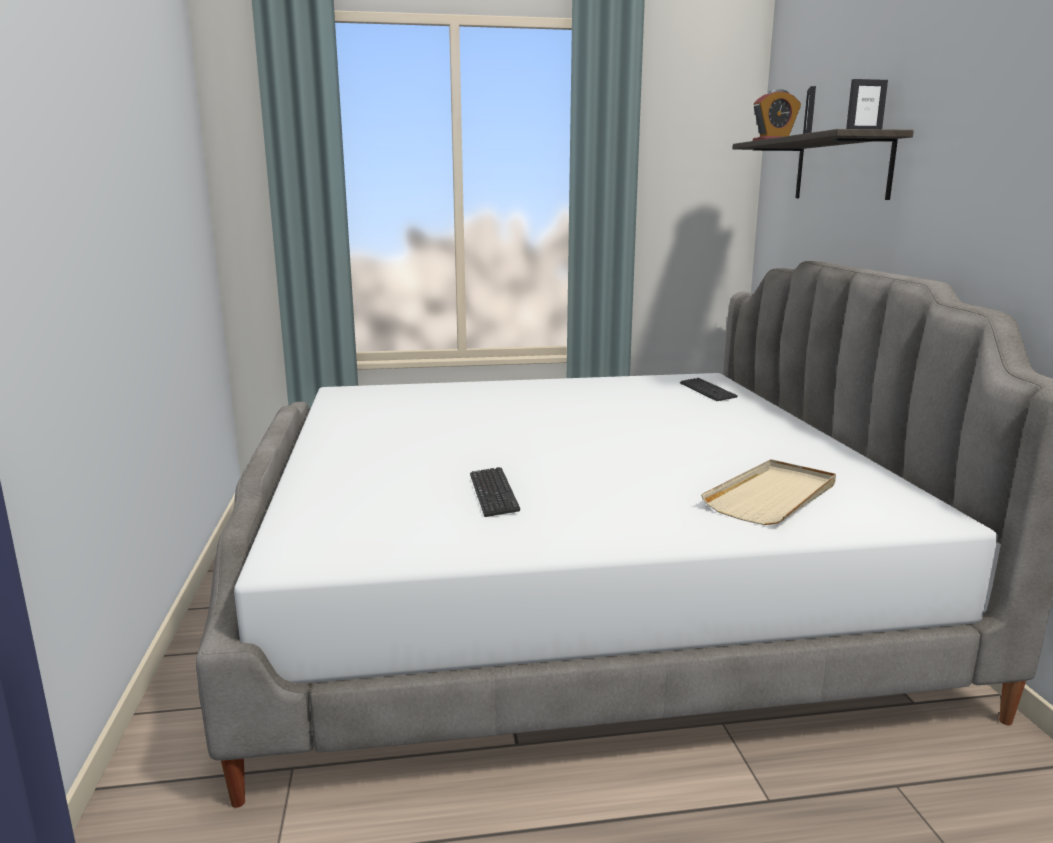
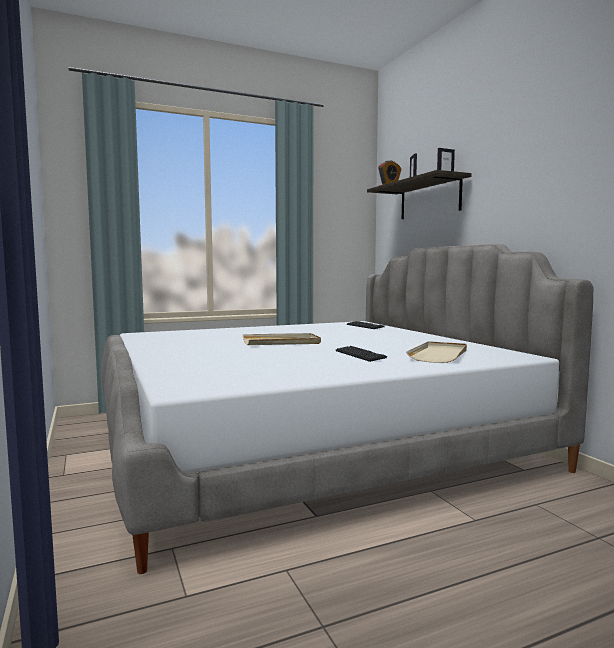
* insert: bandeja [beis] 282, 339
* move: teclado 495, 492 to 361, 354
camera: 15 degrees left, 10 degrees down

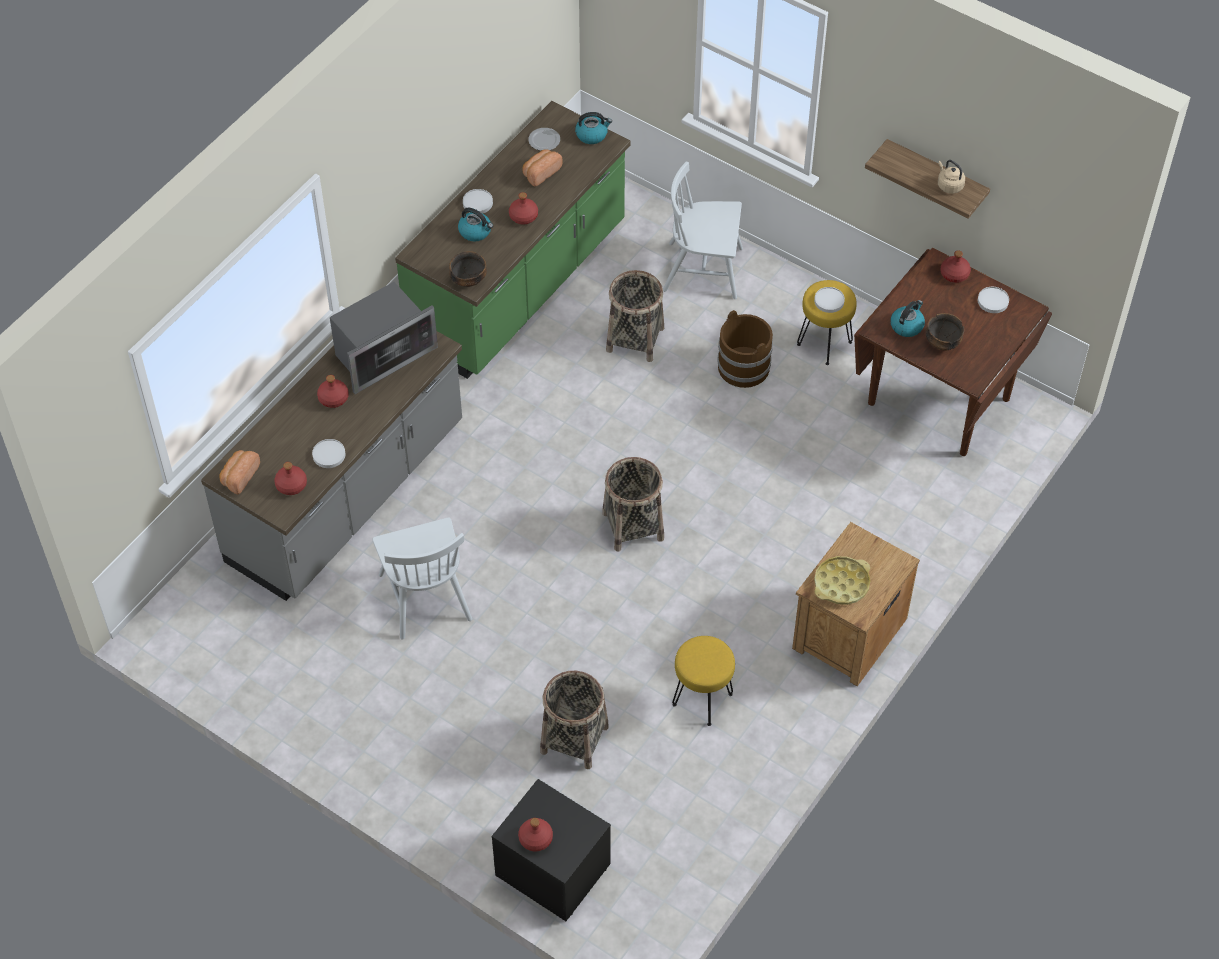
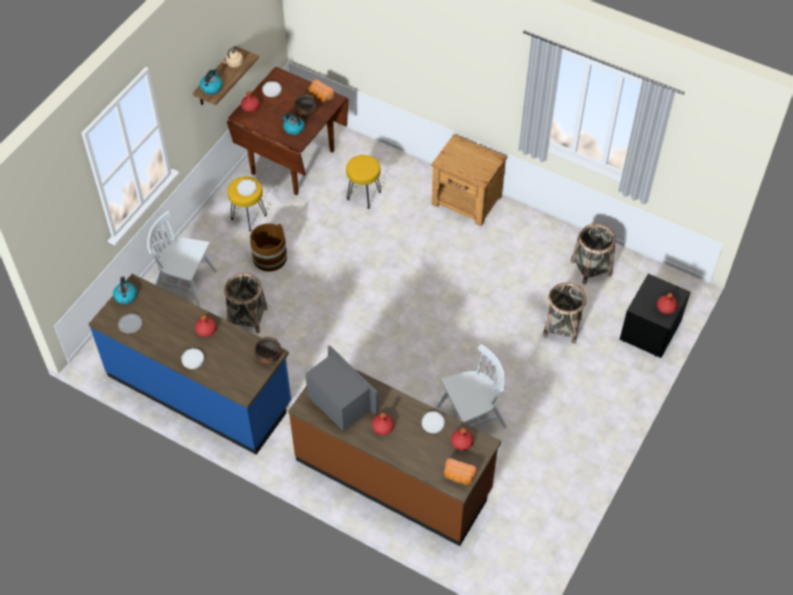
* delete: bandeja [amarillo] 842, 580
* move: hervidor 475, 225 to 211, 81
* move: pan 542, 167 to 321, 90
* move: cesta 633, 504 to 593, 254
* move: taburete [amarillo] 703, 681 to 363, 182
* recolor: mueble bajo de cocina [gris] 331, 466 to mueble bajo de cocina [marrón] 394, 457
* recolor: mueble bajo de cocina [verde] 513, 240 to mueble bajo de cocina [azul] 190, 364
* rotate: silla [blanco] 703, 230 = 182, 259 105 degrees clockwise
camera: 95 degrees left, 0 degrees up

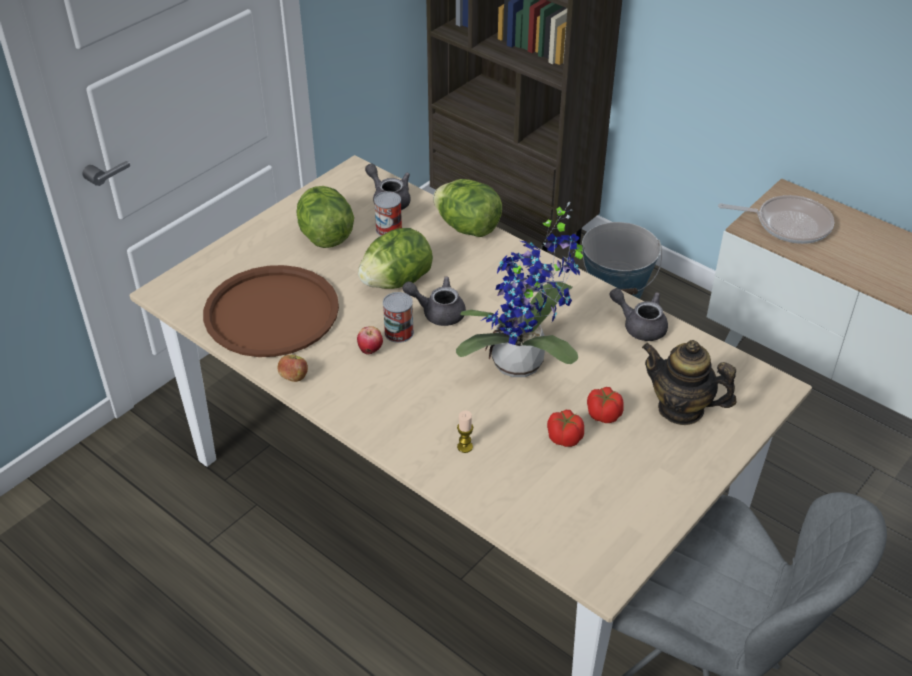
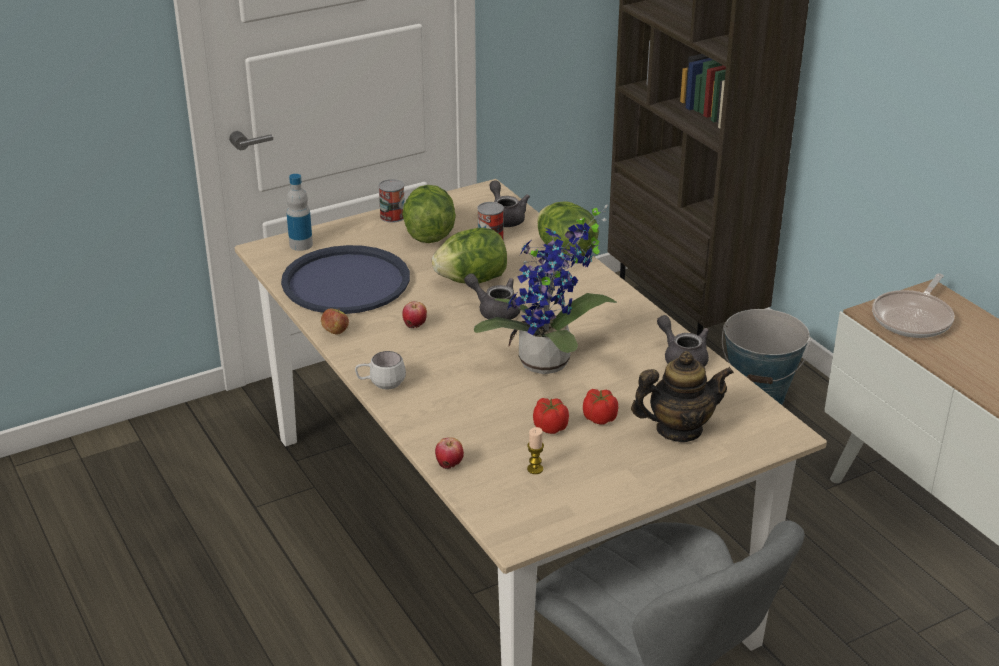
* insert: botella 299, 212
* insert: taza grande [blanco] 380, 370
* insert: manzana 449, 452
* move: lata 398, 317 to 391, 201
* move: vela 465, 432 to 535, 450
* recolor: bandeja [marrón] 271, 311 to bandeja [azul] 345, 279
* rotate: tetera 689, 382 = 682, 396 120 degrees clockwise
* rotate: sartén 776, 219 = 913, 305 90 degrees clockwise
camera: 20 degrees right, 10 degrees down

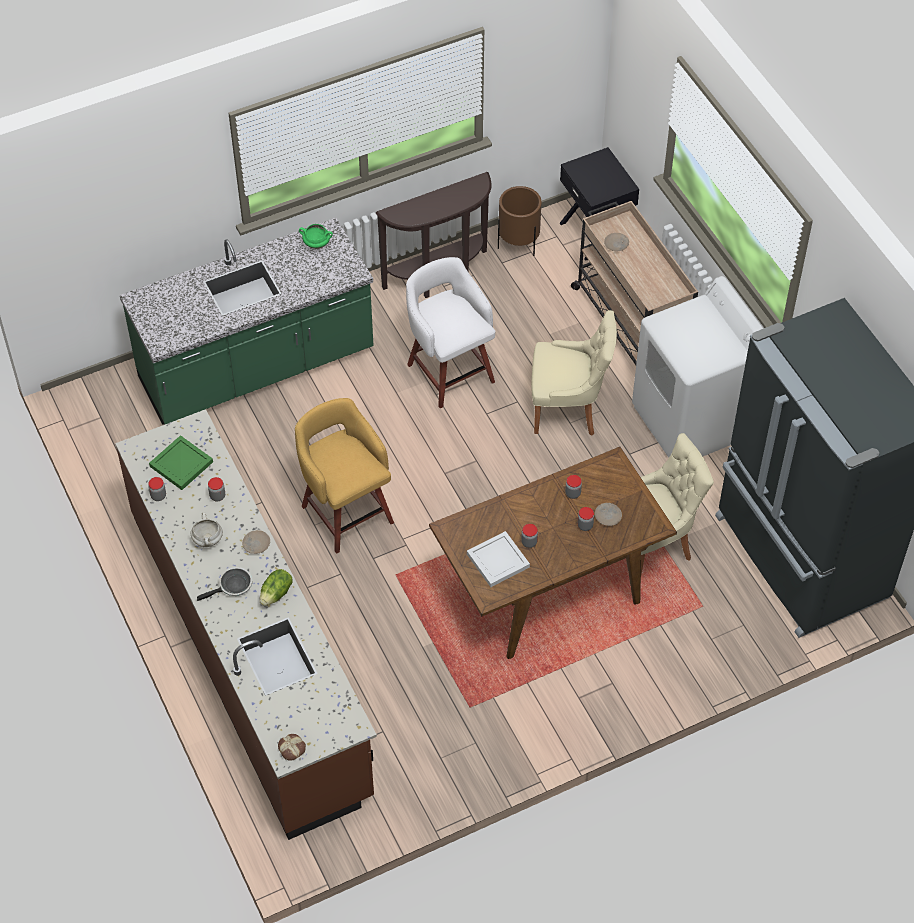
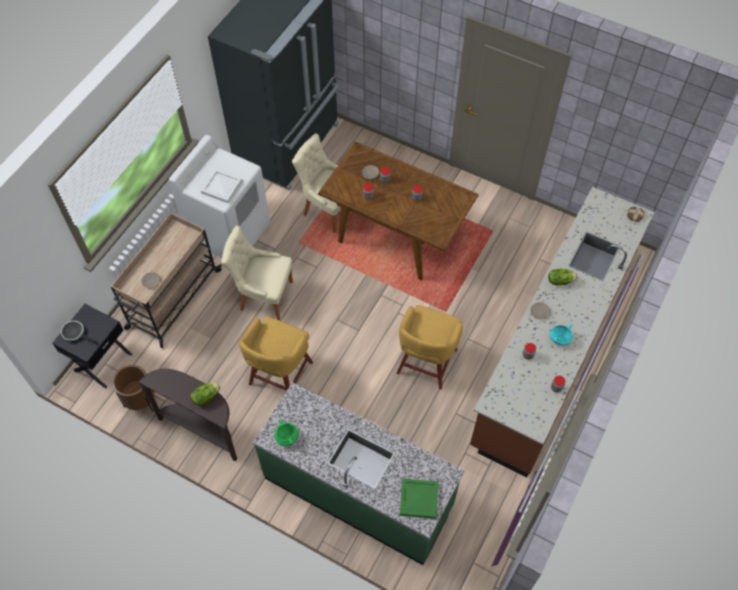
* insert: lechuga 205, 394
* move: bandeja [verde] 181, 462 to 419, 499
* move: sartén 224, 584 to 79, 332
* move: bandeja [blanco] 498, 559 to 221, 186
* recolor: olla [blanco] 207, 529 to olla [turquesa] 561, 334
* recolor: taburete [blanco] 450, 332 to taburete [amarillo] 276, 353
* rotate: silla [beis] 574, 373 = 257, 272 45 degrees counterclockwise
camera: 125 degrees left, 5 degrees up

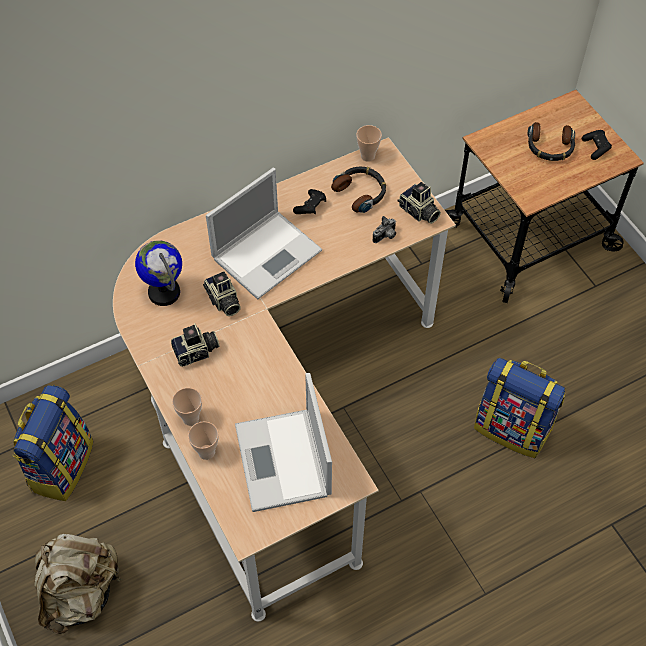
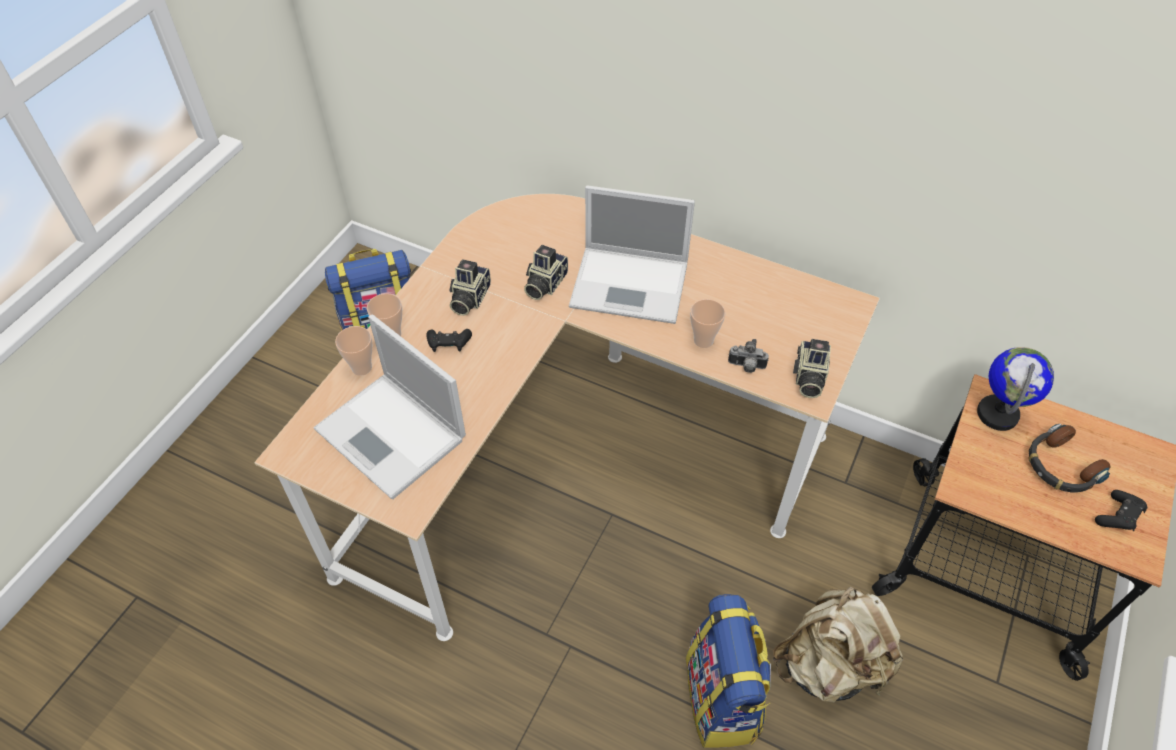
* delete: auriculares 358, 190
* move: mochila [beis] 78, 584 to 838, 644
* move: globo terráqueo 158, 273 to 1015, 389
* move: mando de consola [negro] 309, 201 to 449, 340
* move: taza 369, 143 to 707, 323
* rotate: cámara 195, 345 = 470, 287 75 degrees clockwise
* rotate: portátil 283, 442 = 389, 406 90 degrees counterclockwise
camera: 55 degrees right, 5 degrees down

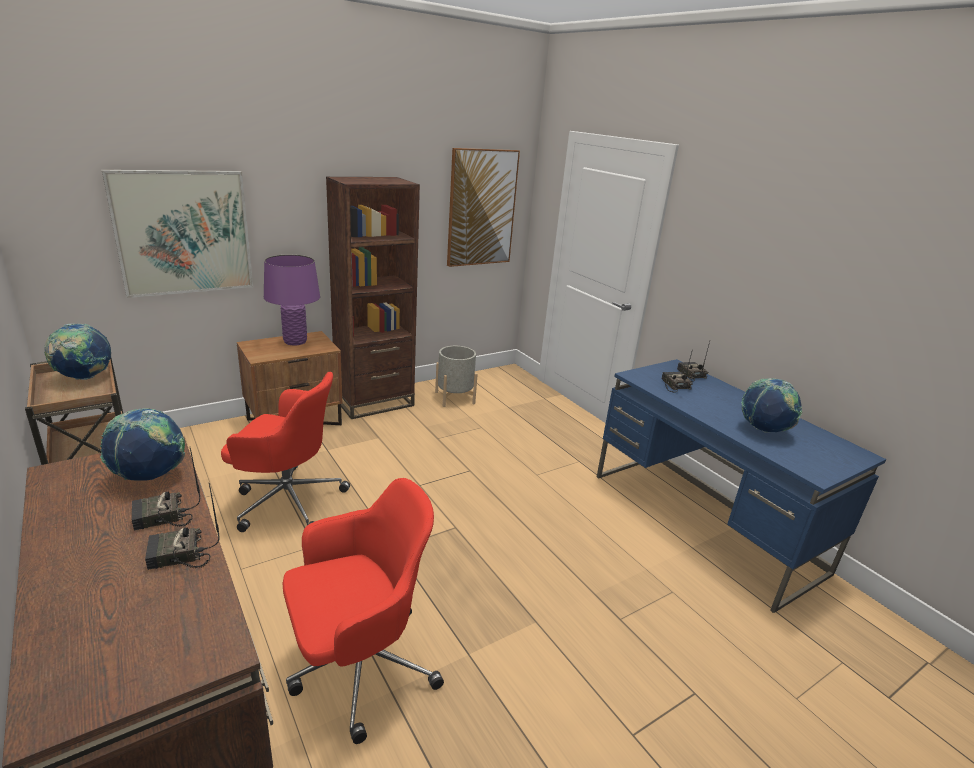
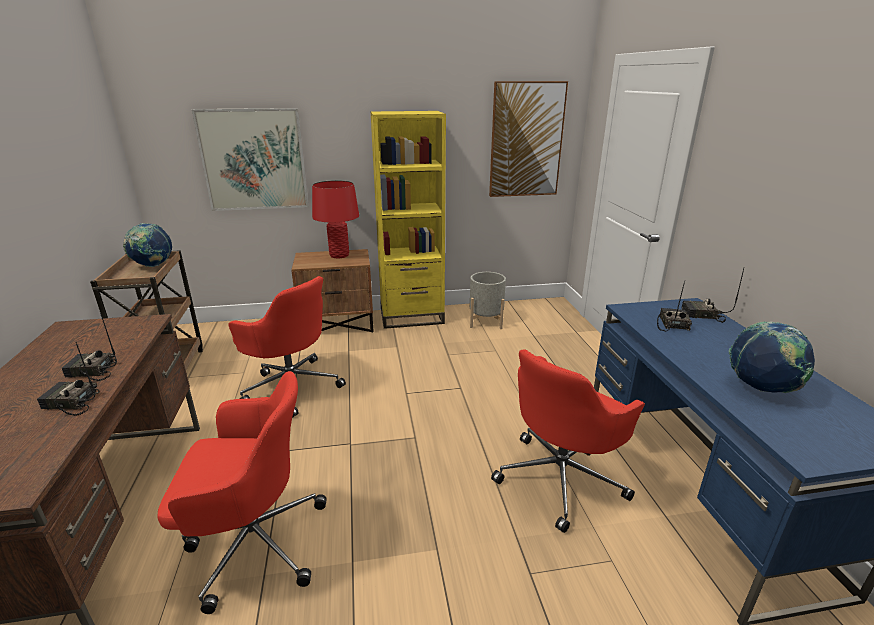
* delete: globo terráqueo 142, 444
* insert: silla de oficina [rojo] 568, 441
* recolor: lámpara de mesa [morado] 292, 300 to lámpara de mesa [rojo] 335, 219
* recolor: estantería [marrón] 373, 298 to estantería [amarillo] 408, 220
* rotate: radio 693, 361 = 713, 295 90 degrees counterclockwise
camera: 25 degrees right, 0 degrees up

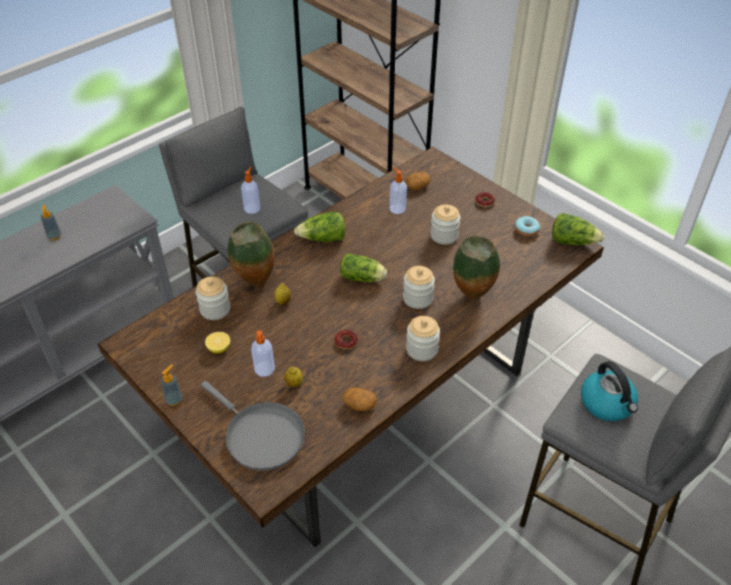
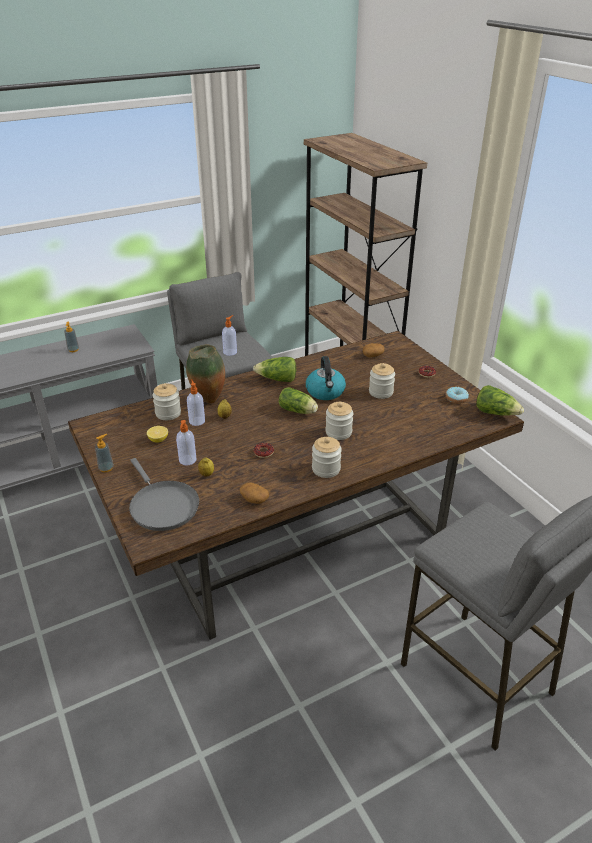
* delete: florero 476, 267
* move: dispensador de jabón 398, 190 to 196, 402
* move: hervidor 609, 391 to 326, 378
camera: 15 degrees right, 10 degrees down

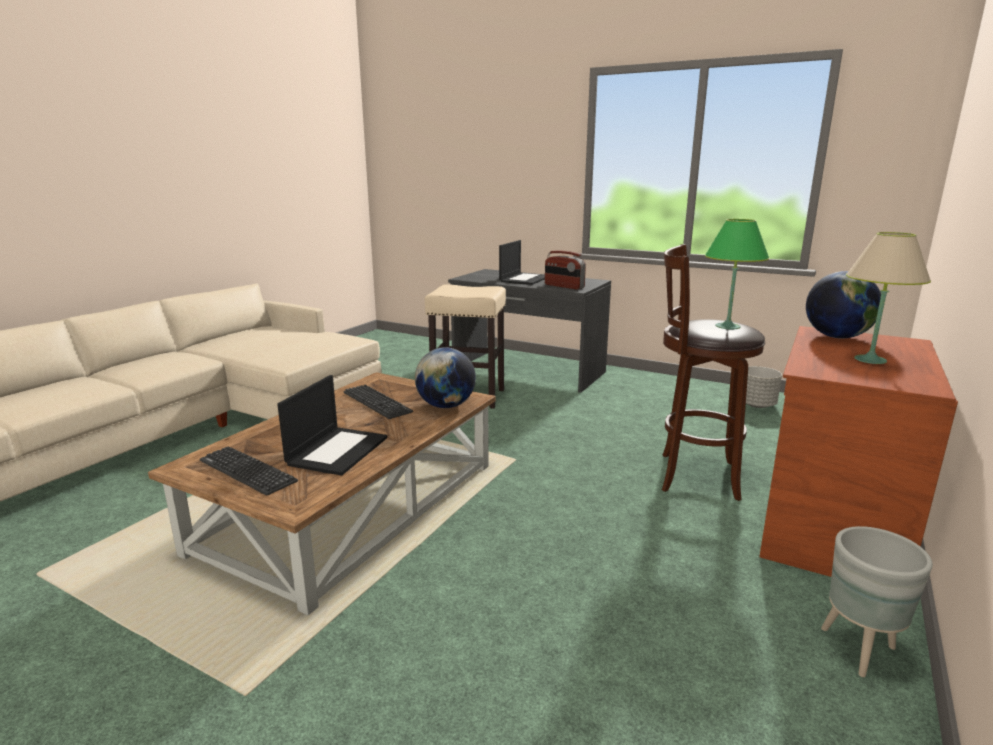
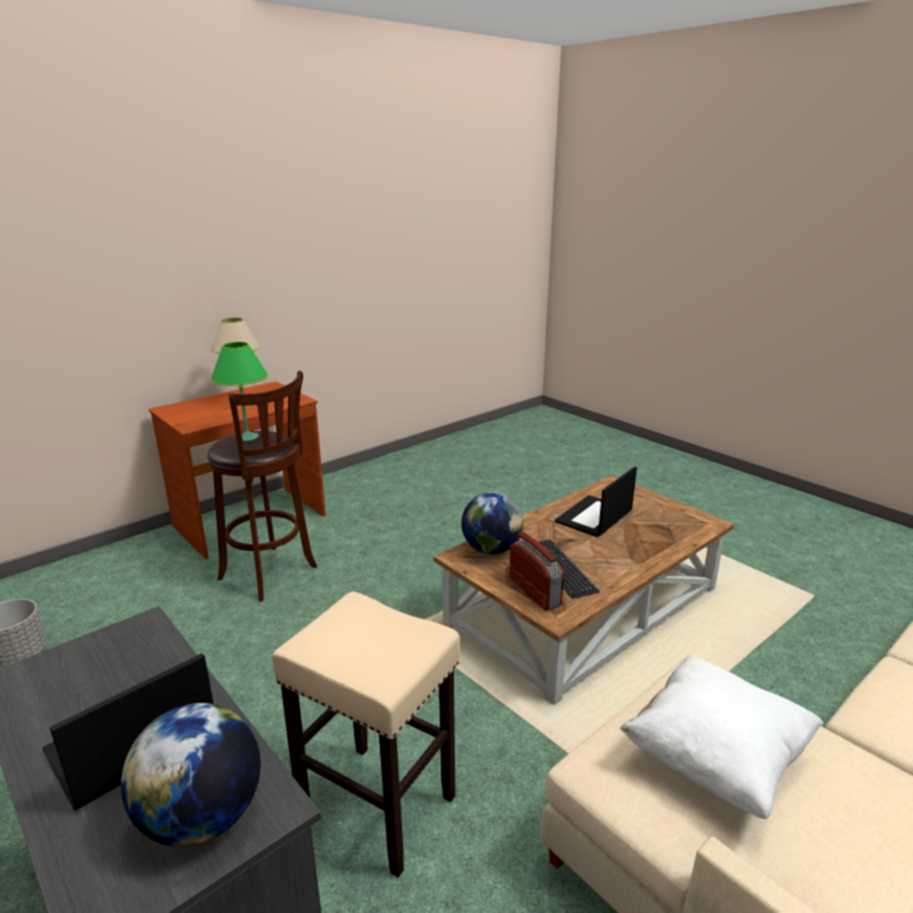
* delete: teclado 249, 471
* delete: maceta [gris] 877, 601
* insert: cojín [blanco] 721, 737
* move: radio 565, 270 to 536, 571
* move: globo terráqueo 843, 304 to 191, 775
camera: 160 degrees left, 5 degrees up

